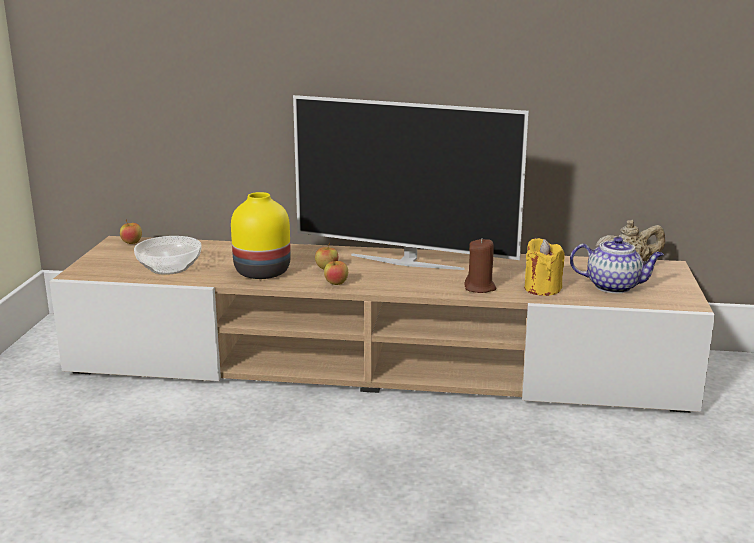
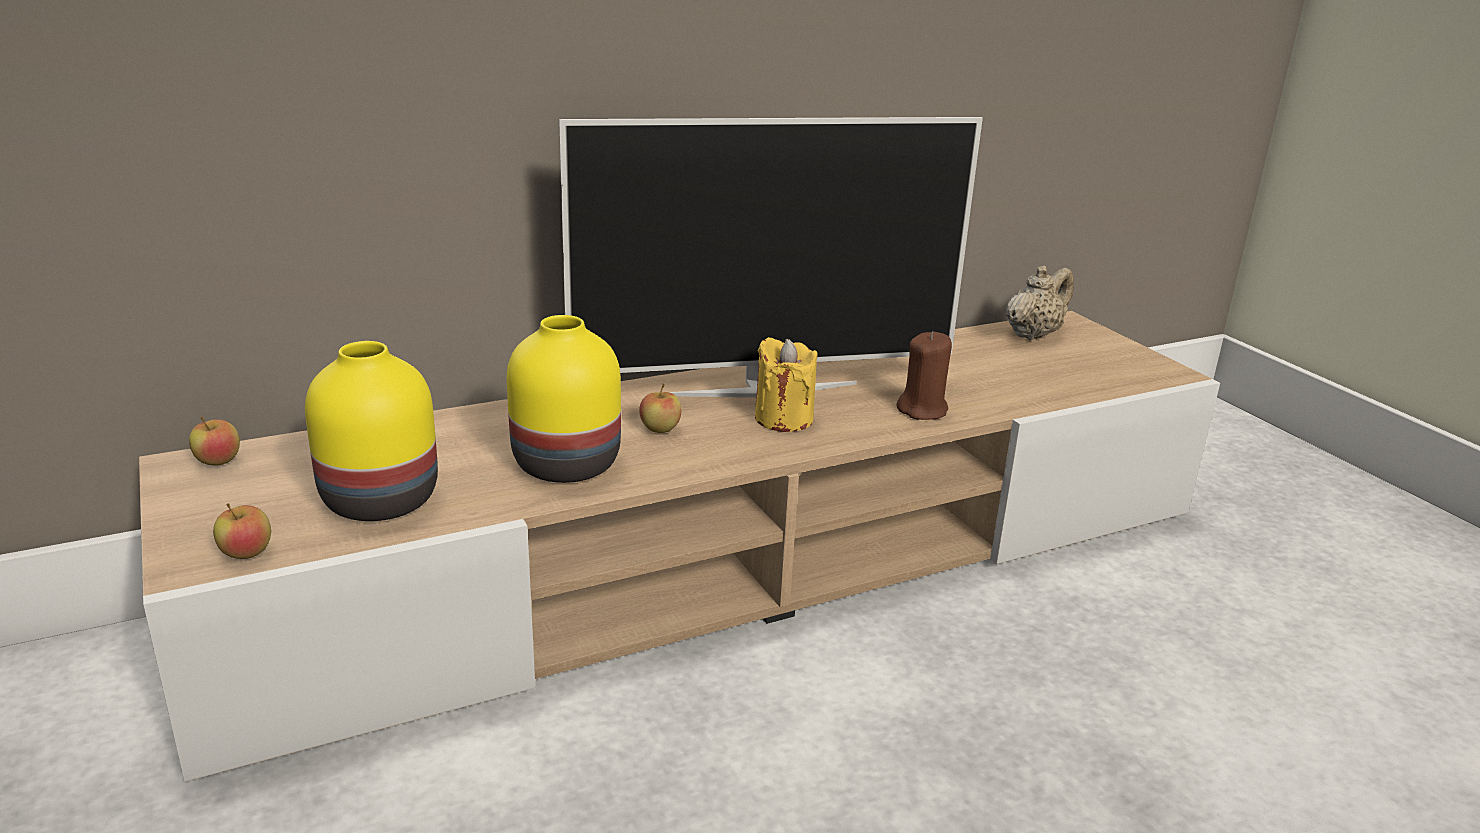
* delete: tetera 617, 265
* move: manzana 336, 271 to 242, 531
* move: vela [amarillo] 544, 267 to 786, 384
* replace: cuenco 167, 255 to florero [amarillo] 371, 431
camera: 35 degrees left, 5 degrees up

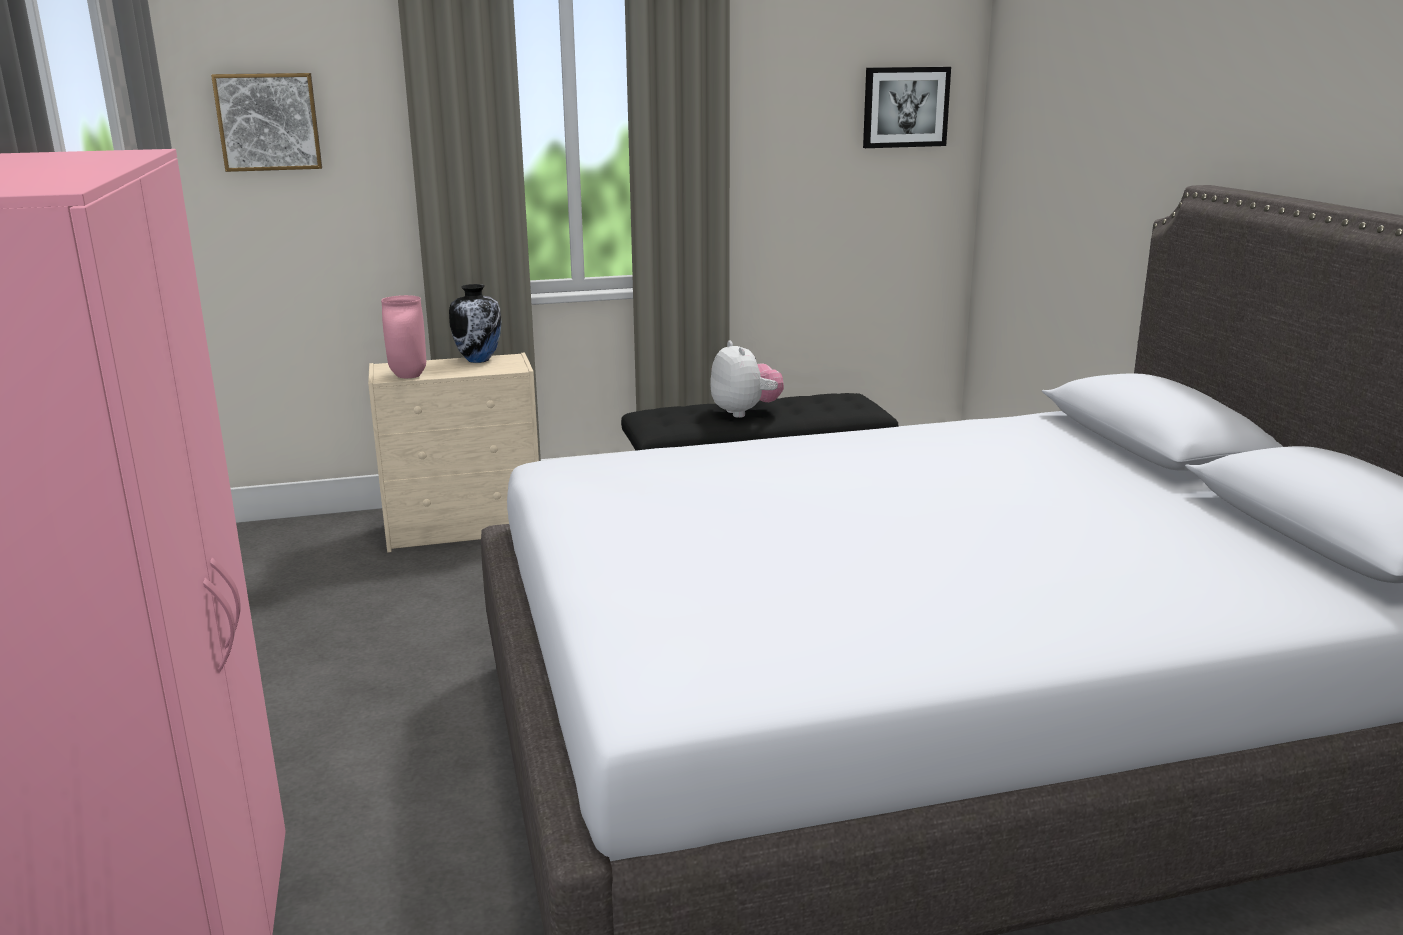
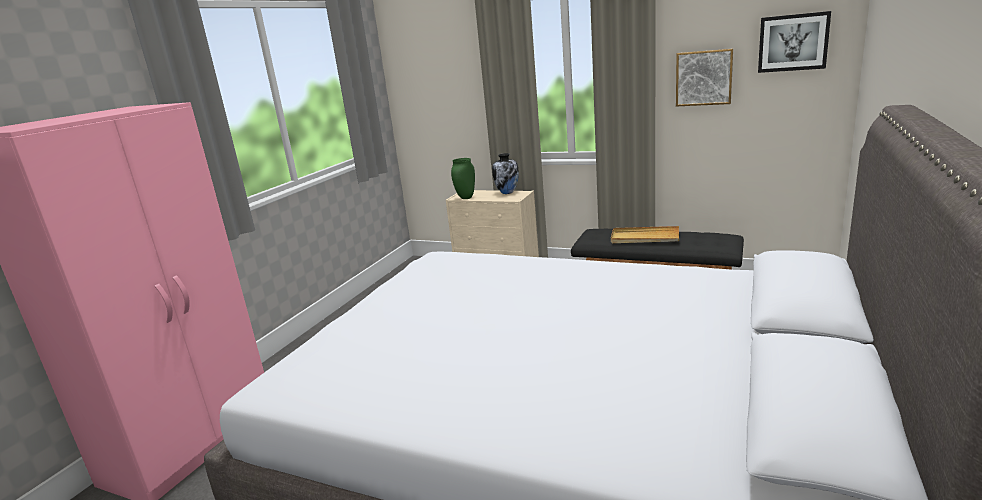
* move: cuadro 266, 122 to 704, 77
* replace: peluche 747, 379 to bandeja [beis] 645, 234
* recolor: florero [rosa] 403, 336 to florero [verde] 463, 178
camera: 40 degrees right, 0 degrees up

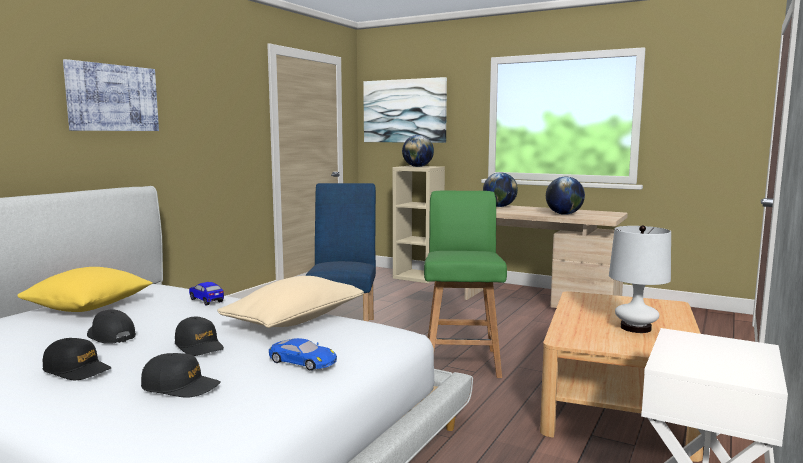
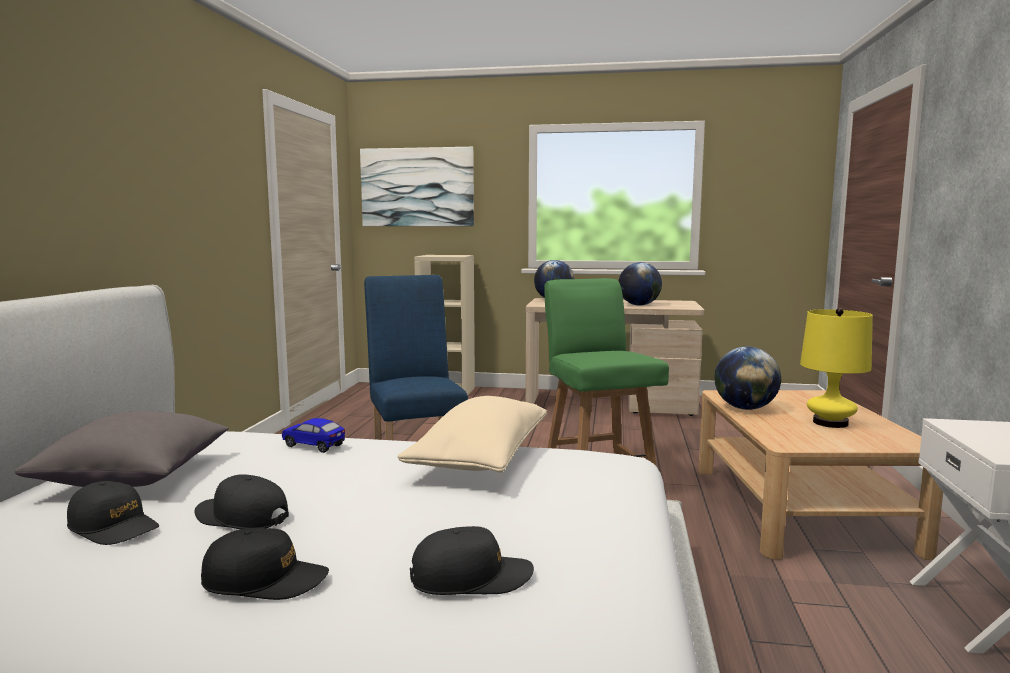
* delete: cuadro 111, 95
* delete: coche de juguete [azul] 303, 354
* move: gorra [negro] 199, 336 to 113, 513
* move: globo terráqueo 418, 151 to 747, 378
* recolor: cojín [amarillo] 85, 289 to cojín [gris] 122, 449
* recolor: lámpara de mesa [blanco] 640, 279 to lámpara de mesa [amarillo] 836, 368
camera: 20 degrees left, 0 degrees up

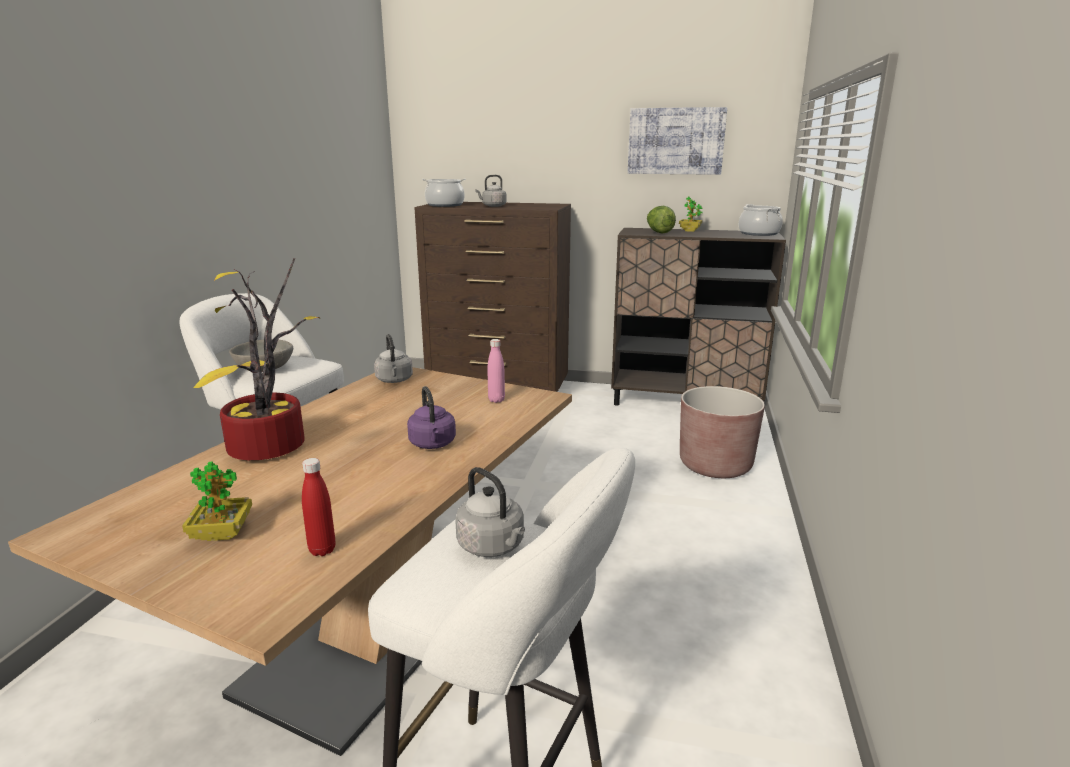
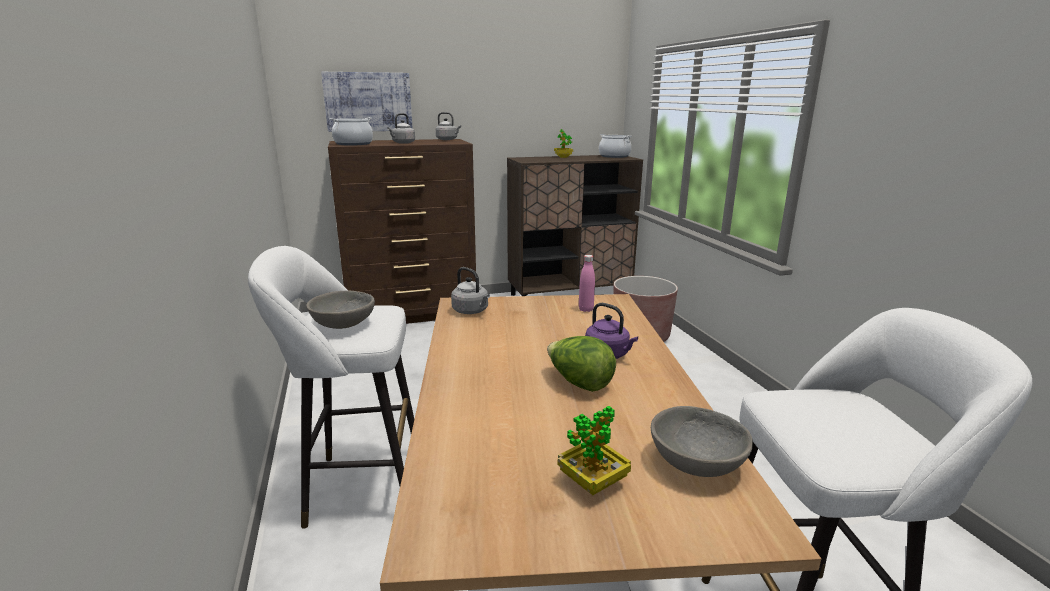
* delete: planta en maceta 256, 359
* move: hervidor [gris] 490, 512 to 448, 126
* move: cuadro 677, 141 to 366, 102
* move: lechuga 661, 220 to 581, 364
* replace: botella [rojo] 319, 507 to cuenco [gris] 702, 441
camera: 30 degrees left, 0 degrees up

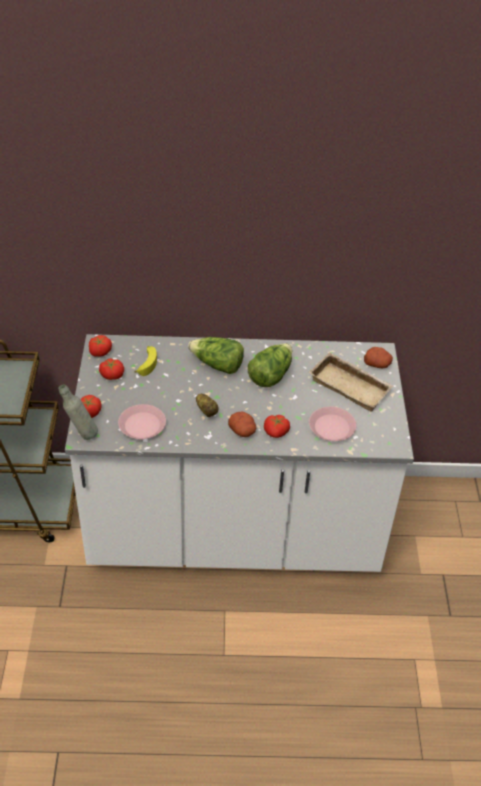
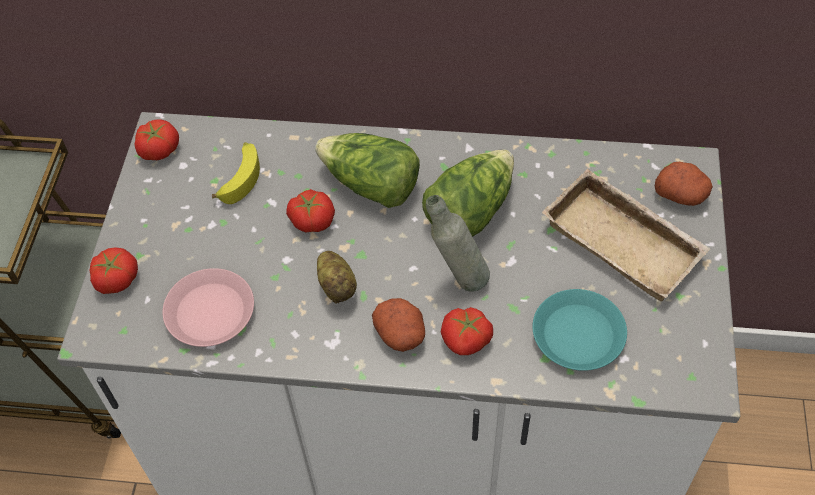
* move: botella [gris] 78, 412 to 458, 243
* move: tomate 111, 369 to 310, 210
* recolor: plato [rosa] 332, 424 to plato [turquesa] 579, 330
camera: 10 degrees right, 10 degrees up

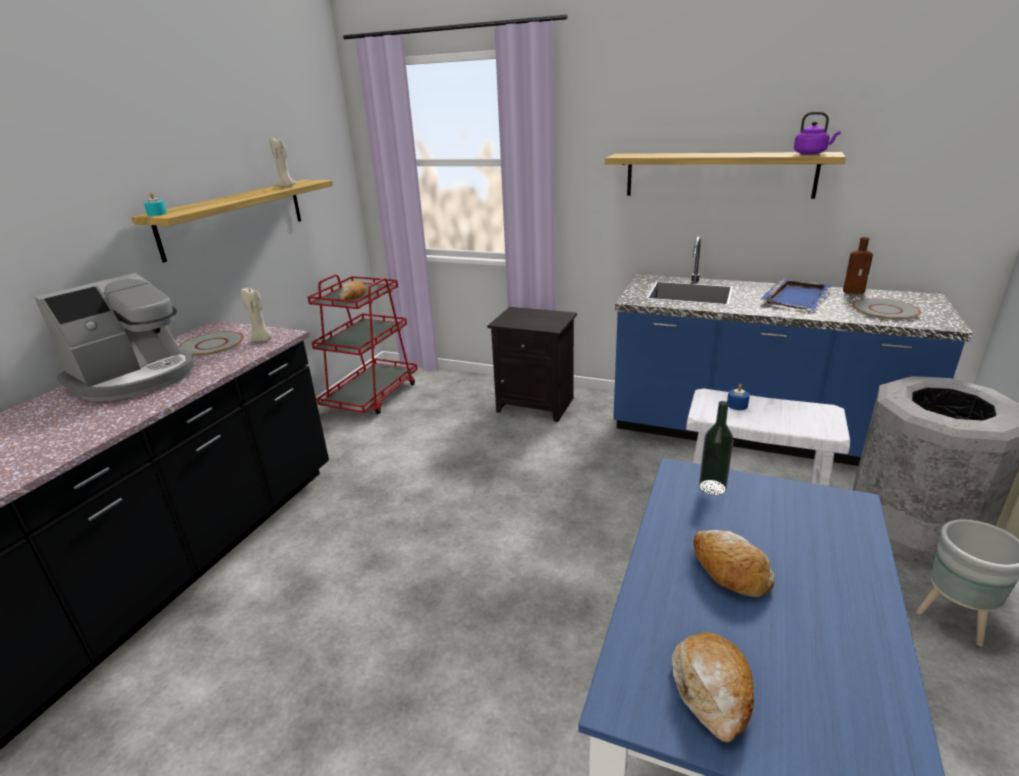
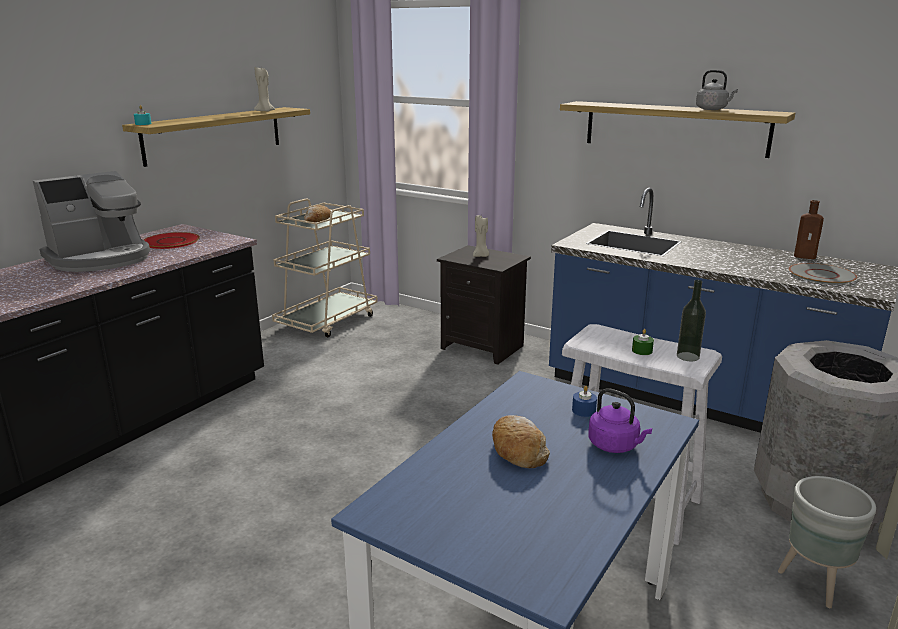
* delete: pan 713, 687
* delete: bandeja [azul] 796, 294
* insert: vela [verde] 643, 342
* insert: hervidor [gris] 717, 90
* move: vela [beis] 256, 315 to 481, 236
* move: botella 716, 448 to 691, 320
* move: vela [azul] 738, 397 to 584, 401
* move: hervidor [morado] 817, 133 to 620, 420
* recolor: plato [gris] 211, 343 to plato [rojo] 171, 240
* recolor: carrito [rojo] 362, 344 to carrito [beis] 325, 267
camera: 10 degrees right, 5 degrees down

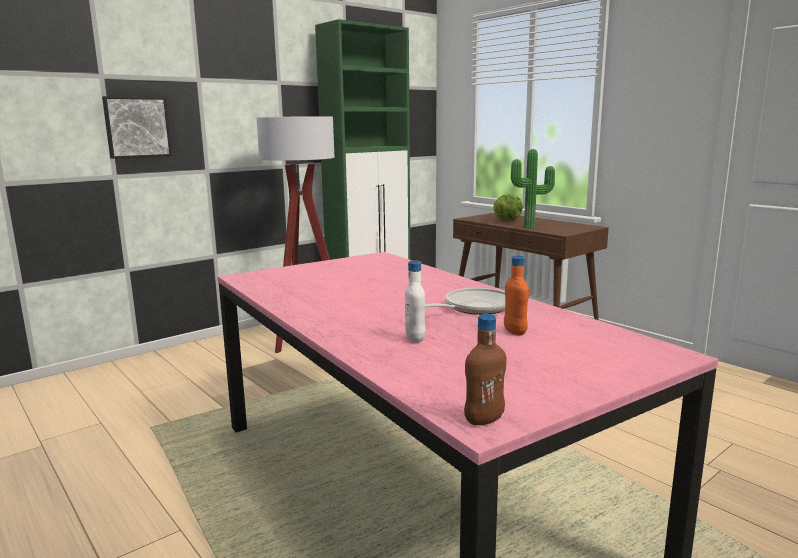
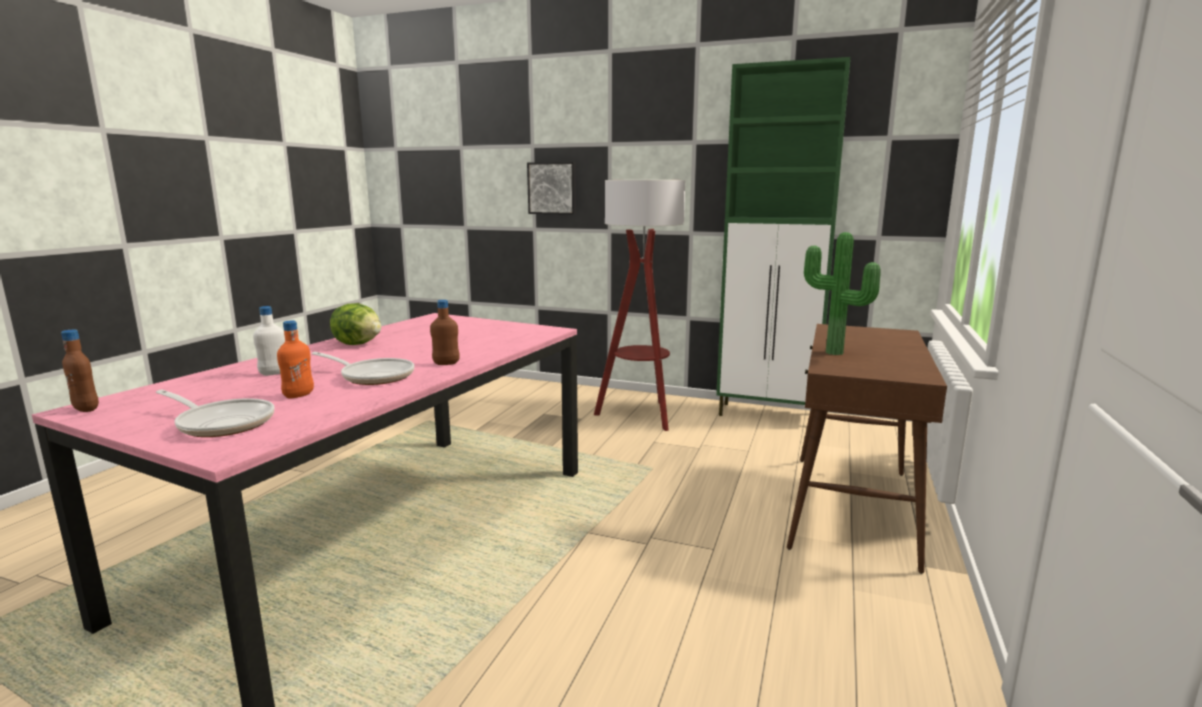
* insert: sartén 215, 413
* insert: botella [marrón] 445, 332
* move: lechuga 508, 207 to 355, 324
camera: 60 degrees right, 0 degrees up

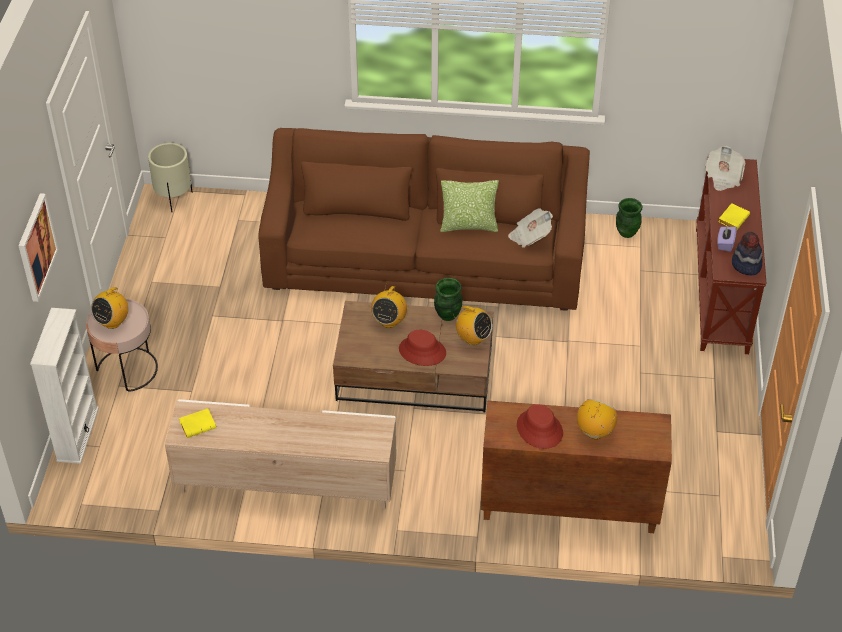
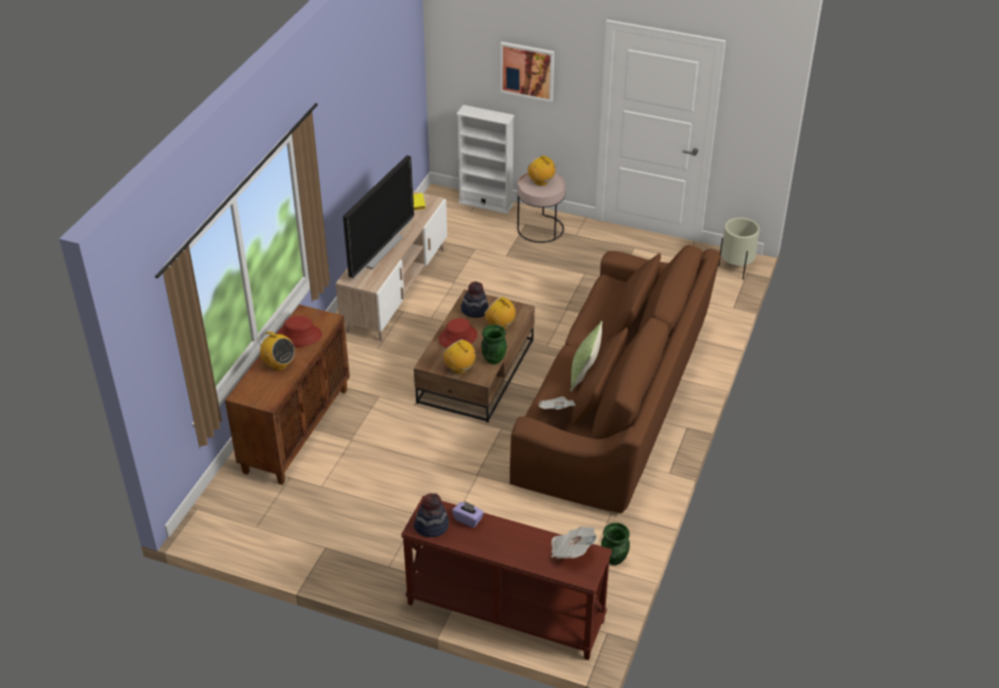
* delete: libro [amarillo] 734, 216
* insert: televisor 378, 217
* insert: sombrero 475, 299
* rotate: radio 473, 325 = 459, 356 90 degrees clockwise
camera: 105 degrees right, 5 degrees down

